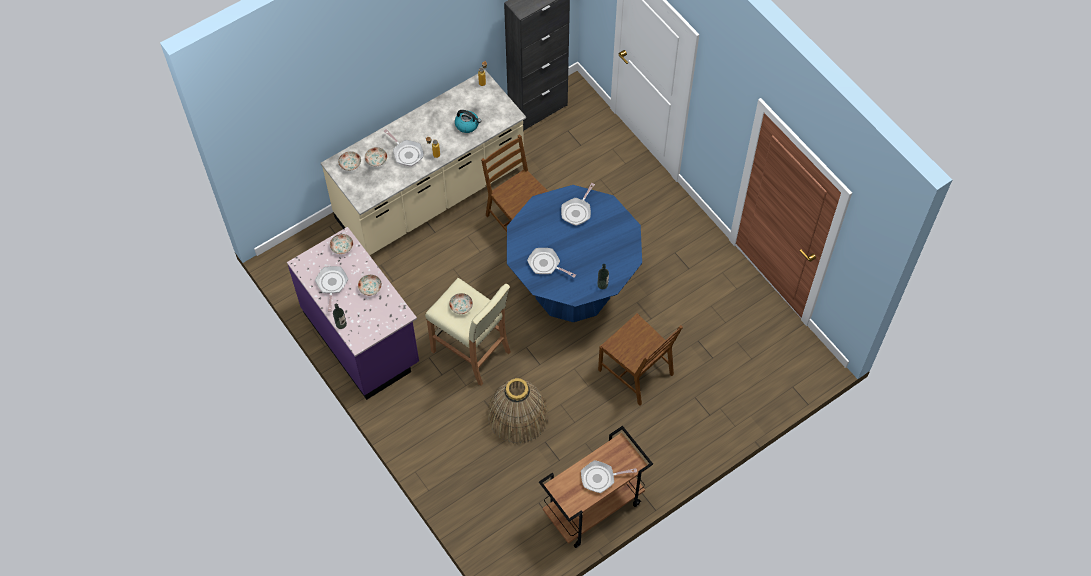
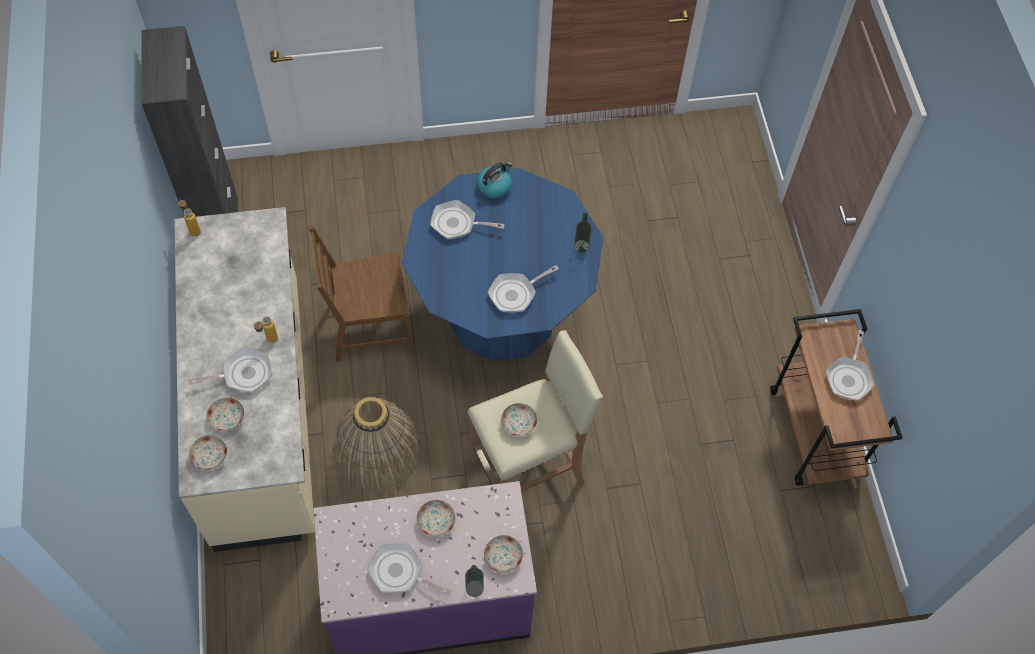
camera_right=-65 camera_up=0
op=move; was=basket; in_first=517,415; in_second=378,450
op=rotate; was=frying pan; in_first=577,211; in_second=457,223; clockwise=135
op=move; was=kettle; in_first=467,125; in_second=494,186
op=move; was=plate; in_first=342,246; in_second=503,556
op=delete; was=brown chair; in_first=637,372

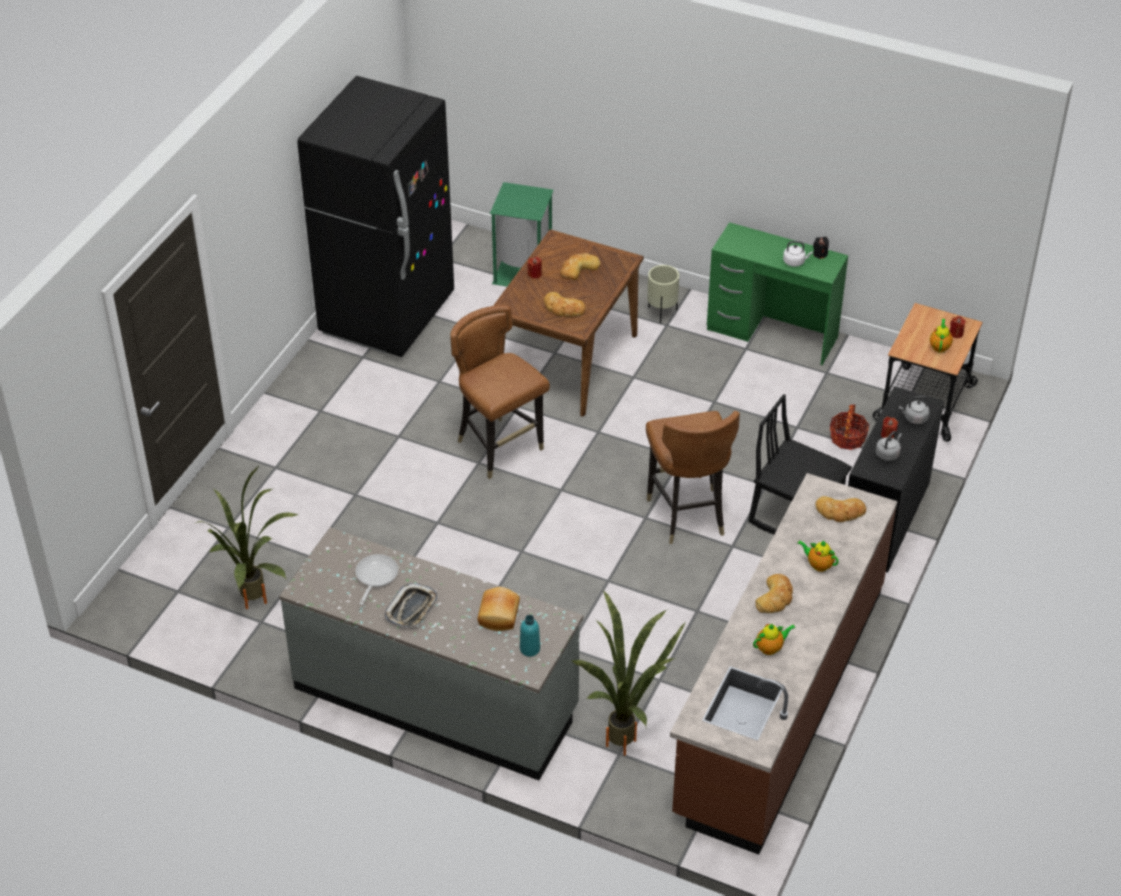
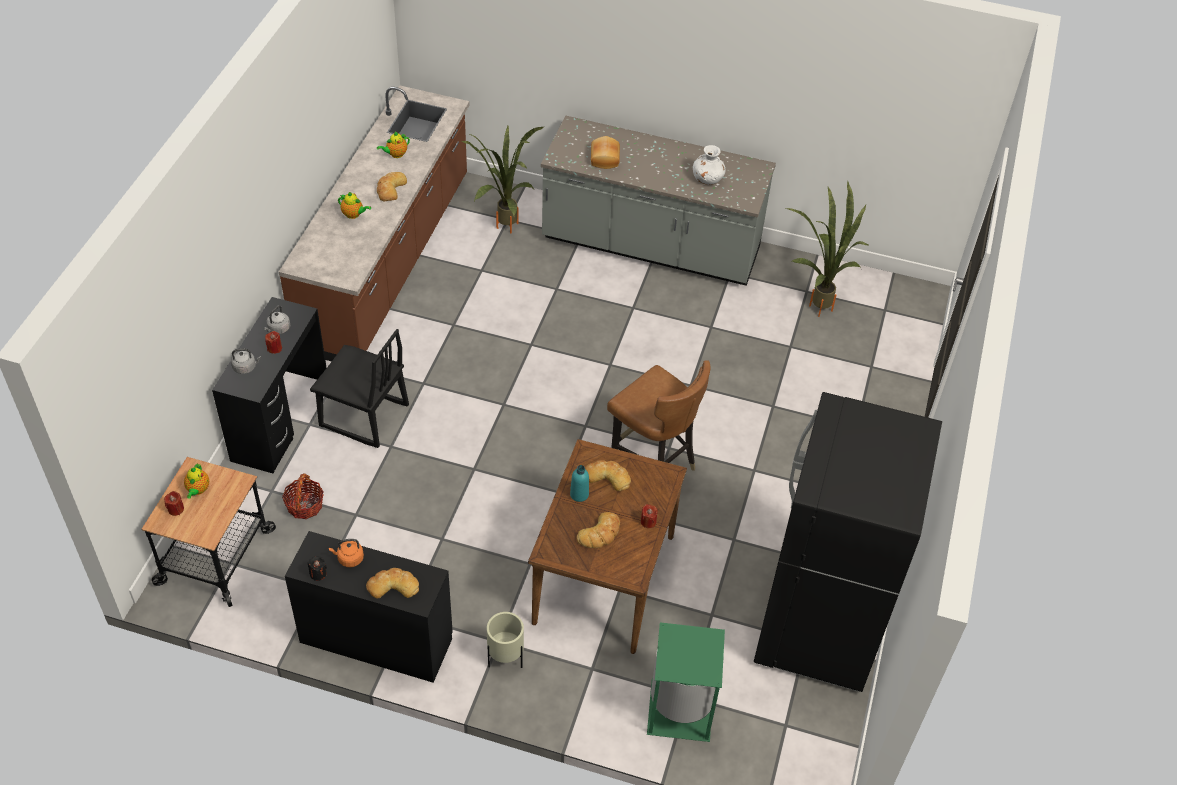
camera_right=170 camera_up=5
op=recolor; was=green desk; now=black desk; in_first=772,333; in_second=376,640
op=recolor; was=white kettle; now=orange kettle; in_first=795,262; in_second=349,559
op=move; was=bread; in_first=840,512; in_second=393,585
op=move; was=turquoise bottle; in_first=530,649; in_second=579,494
op=replace; was=frying pan; now=white vase; in_first=375,577; in_second=707,179
op=delete; was=tray; in_first=411,609
op=delete; was=brown chair; in_first=687,515

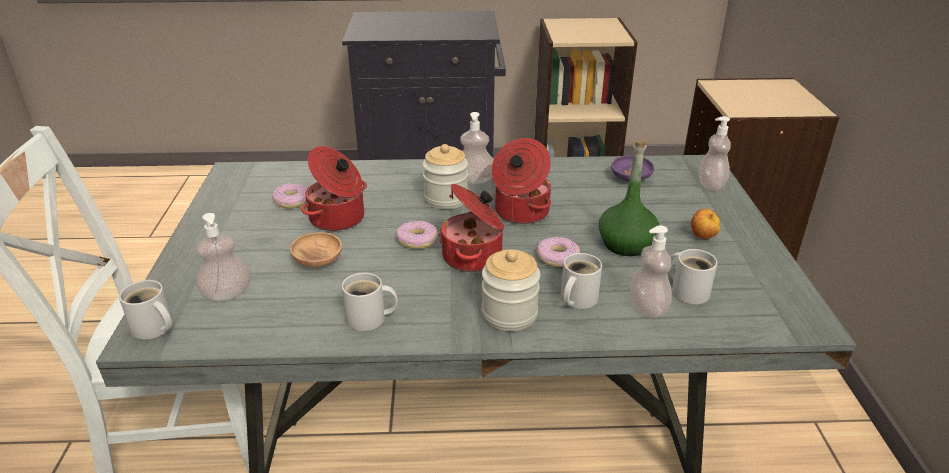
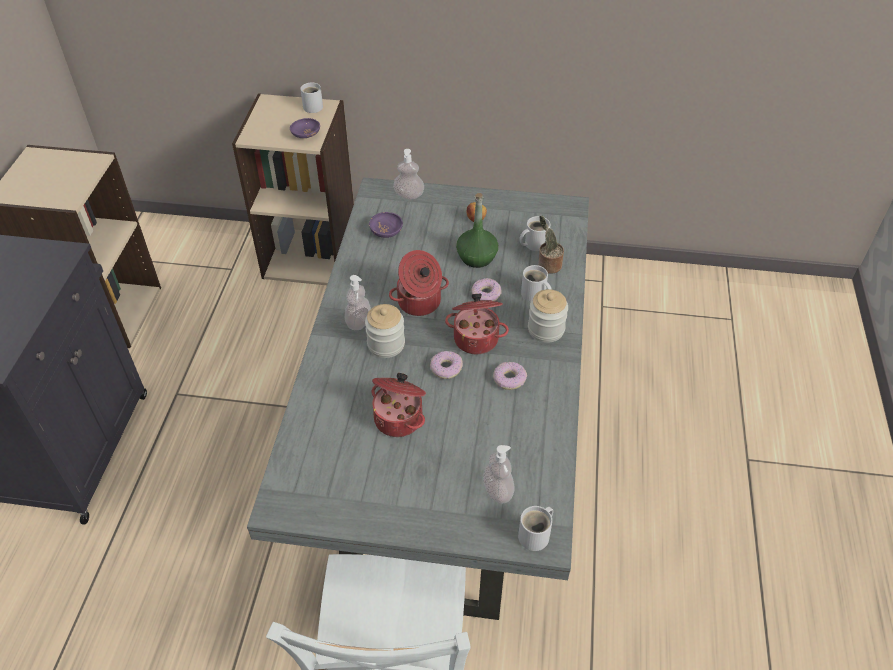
camera_right=-80 camera_up=15
op=insert; now=purple bowl; in_second=306,135
op=move; was=white mug; in_first=369,319; in_second=314,106
op=move; was=donut; in_first=292,201; in_second=509,379
op=replace; was=soap dispenser; now=potted plant; in_first=647,307; in_second=548,265
op=delete; was=brown bowl; in_first=318,261

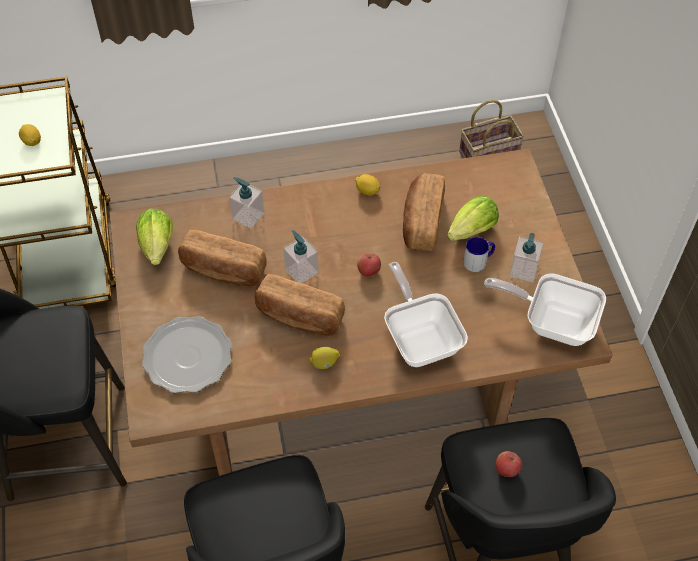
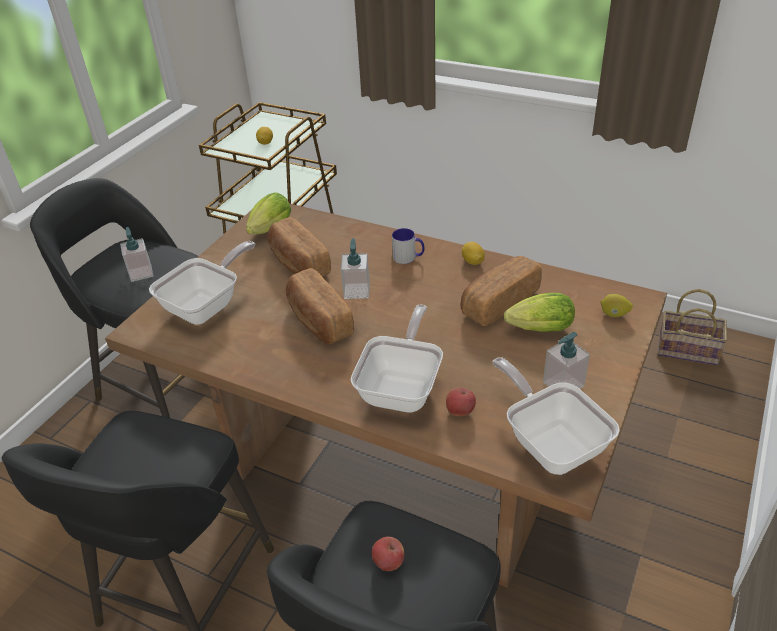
camera_right=40 camera_up=-15
op=move; was=soap dispenser; in_first=248,216; in_second=141,273
op=replace; was=plate; now=frying pan; in_first=188,356; in_second=208,305
op=move; was=mug; in_first=478,261; in_second=408,257
op=move; was=apple; in_first=368,271; in_second=460,411
op=move; was=lemon; in_first=324,363; in_second=614,314

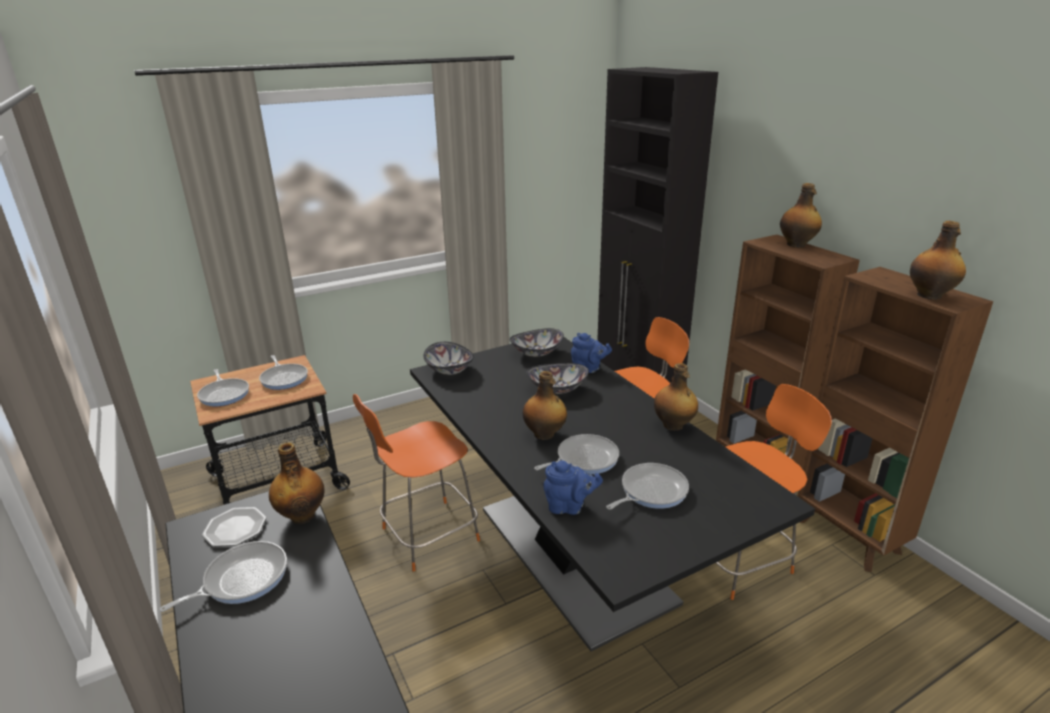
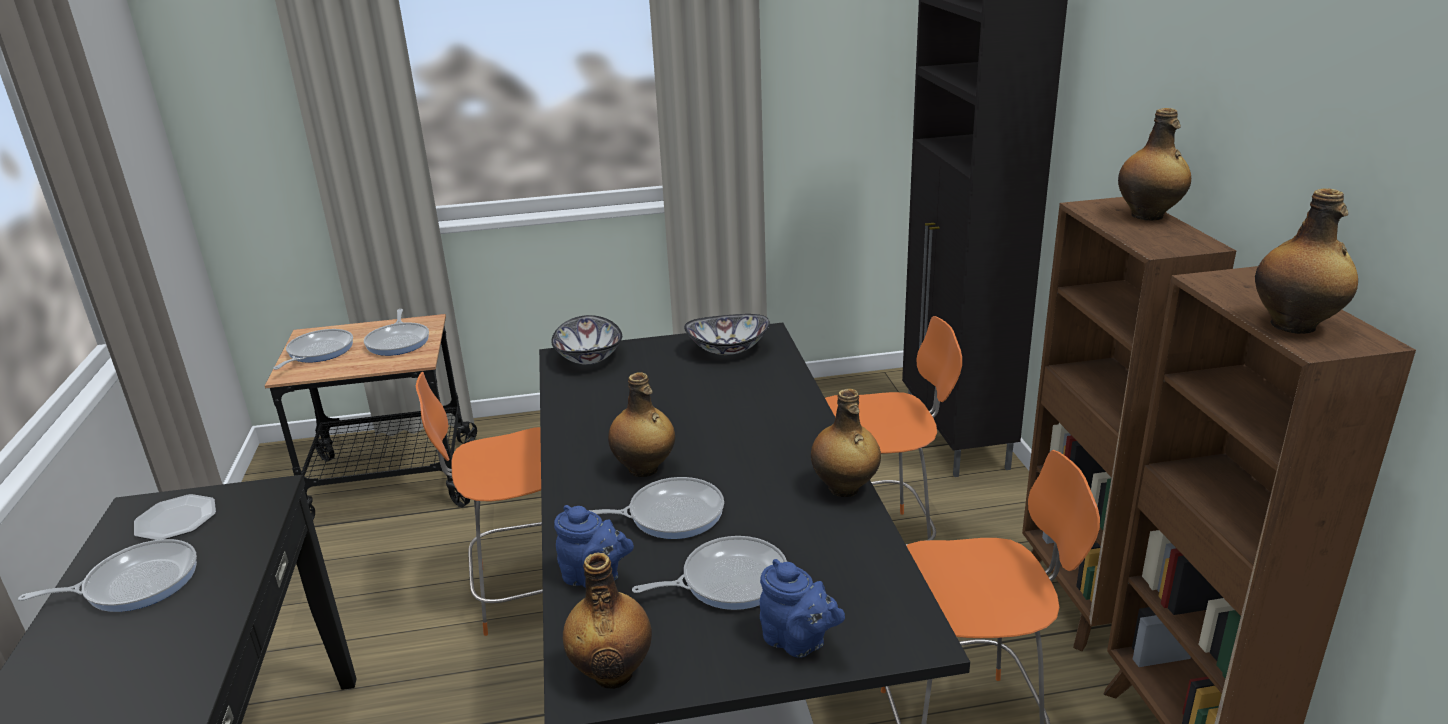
camera_right=20 camera_up=0
op=rotate; was=frying pan; in_first=224,394; in_second=318,352; clockwise=-150
op=move; was=bottle; in_first=302,515; in_second=613,672
op=move; was=blue teapot; in_first=588,369; in_second=798,642
op=delete; was=bowl; in_first=557,389

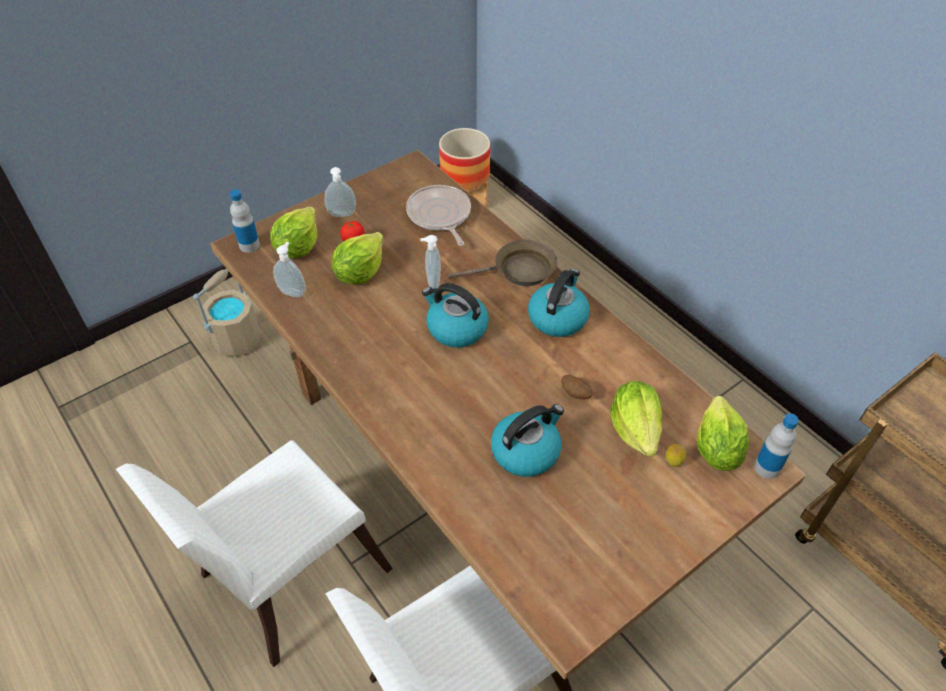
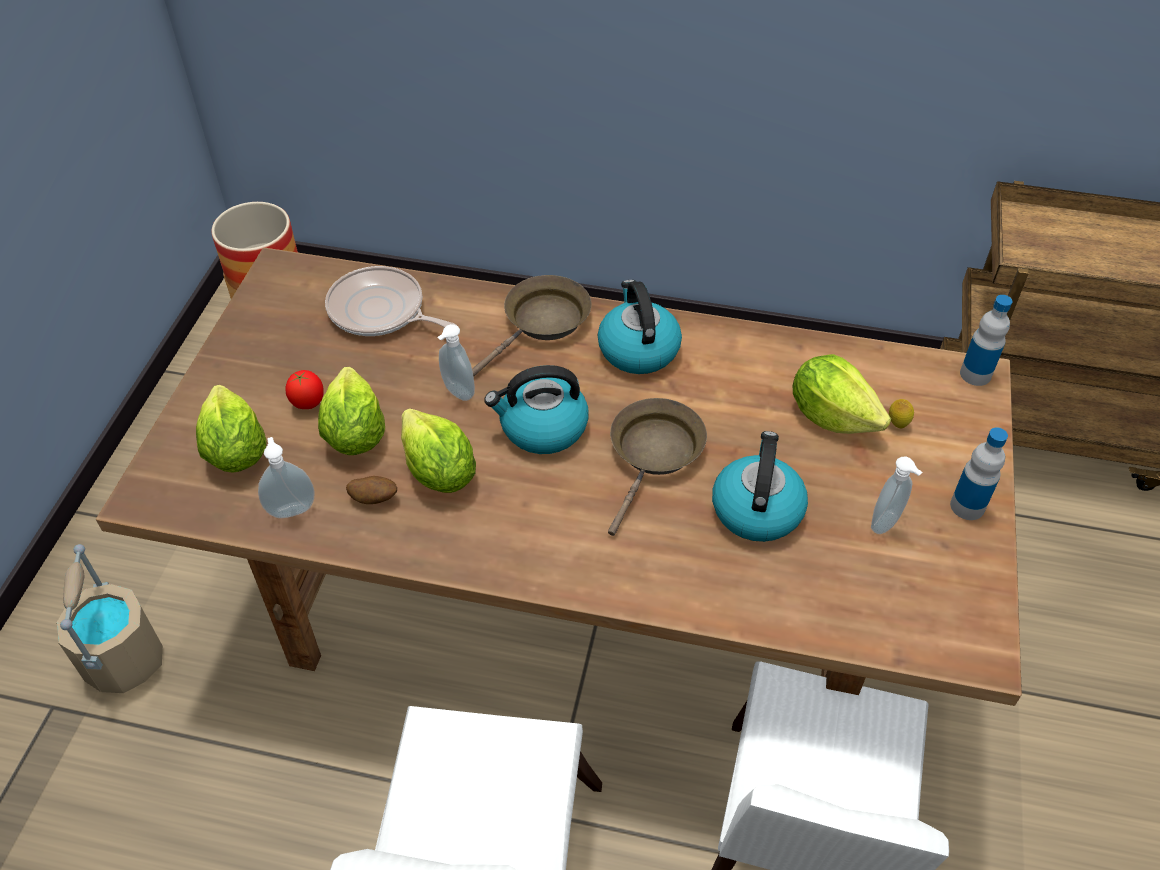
camera_right=-40 camera_up=0
op=move; was=potato; in_first=575,394; in_second=374,499
op=move; was=lettuce; in_first=715,449; in_second=438,472
op=insert; now=brown frying pan; in_second=654,454
op=move; was=soap dispenser; in_first=342,215; in_second=887,524
op=move; was=bottle; in_first=249,245; in_second=967,506

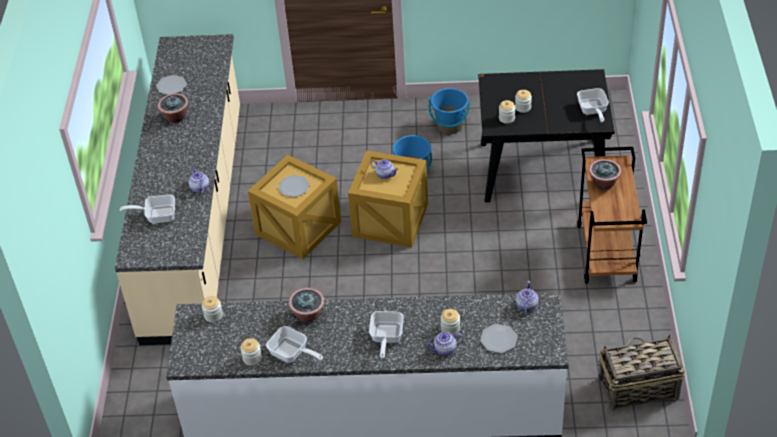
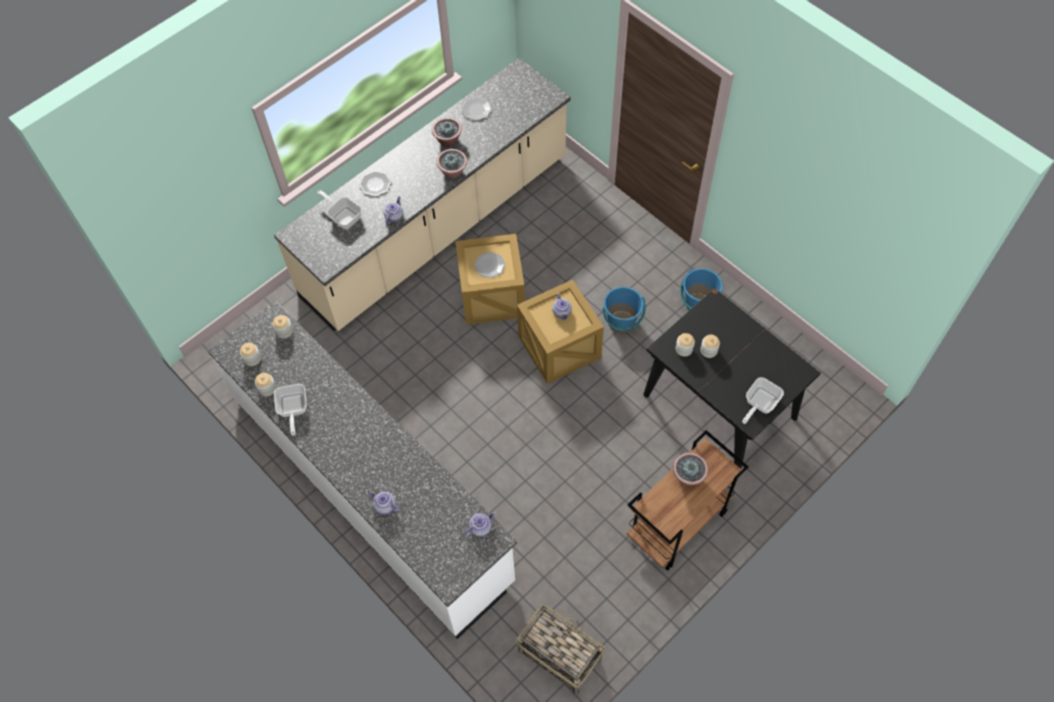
camera_right=45 camera_up=15
op=move; was=jar; in_first=450,328; in_second=252,358
op=move; was=plate; in_first=498,339; in_second=375,184
op=move; was=potted plant; in_first=308,315; in_second=453,172
op=delete; was=frying pan; in_first=386,338

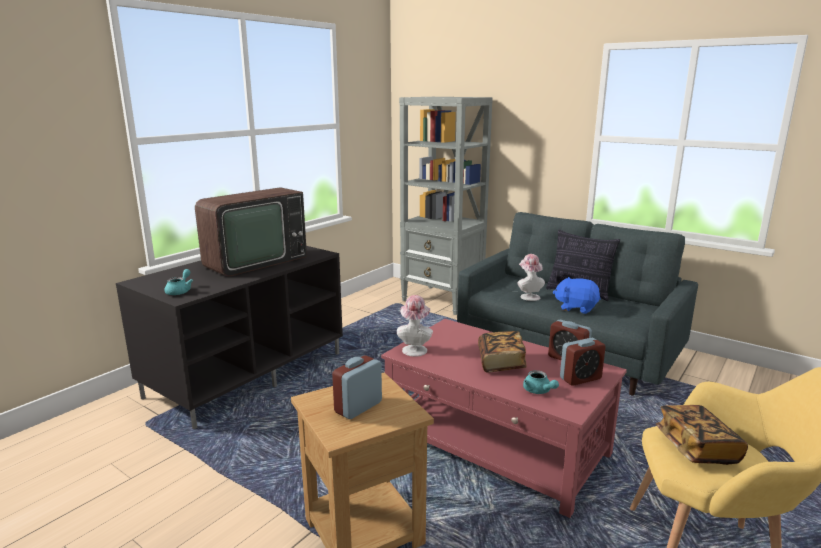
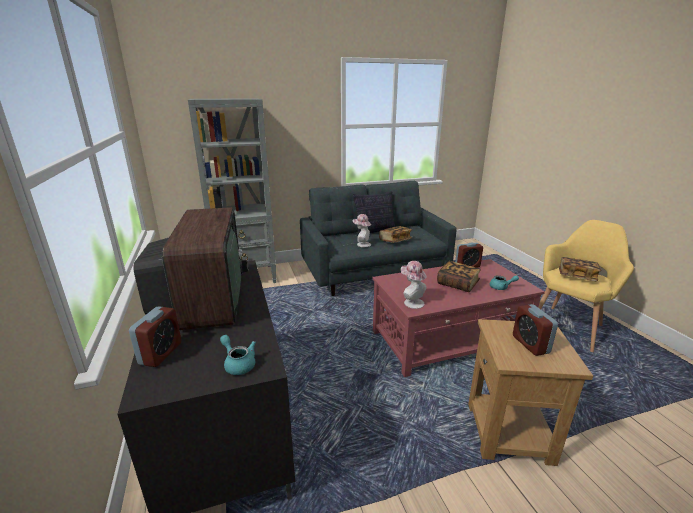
camera_right=-55 camera_up=5
op=move; was=alarm clock; in_first=580,378; in_second=161,353
op=replace; was=blue plush toy; now=book; in_first=576,308; in_second=395,240

